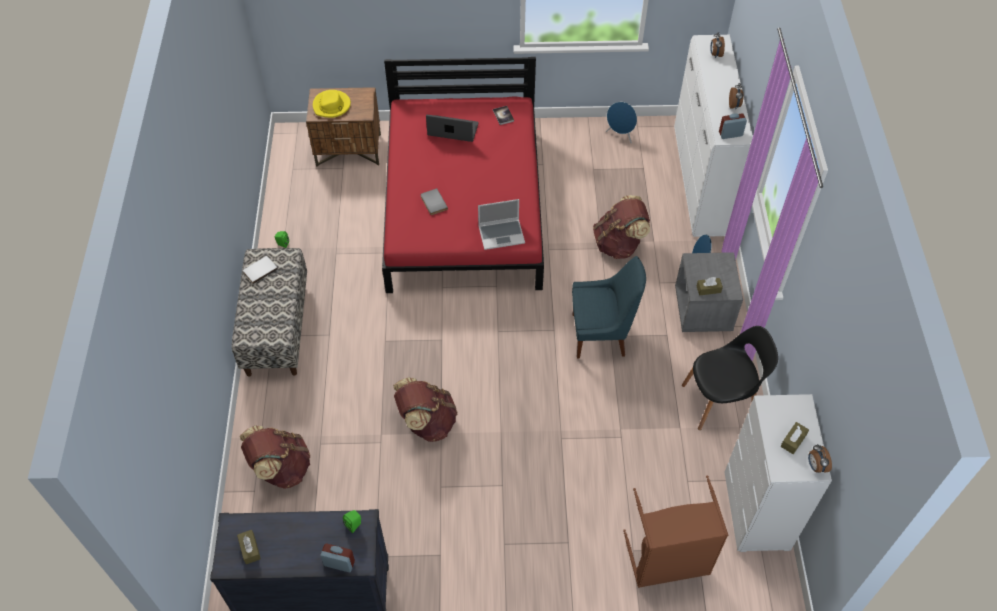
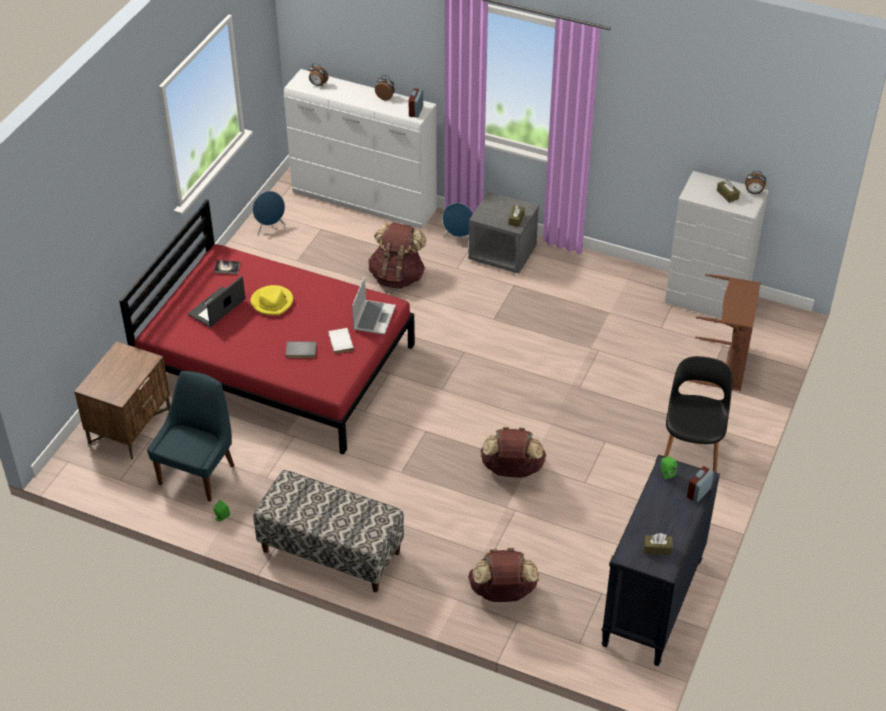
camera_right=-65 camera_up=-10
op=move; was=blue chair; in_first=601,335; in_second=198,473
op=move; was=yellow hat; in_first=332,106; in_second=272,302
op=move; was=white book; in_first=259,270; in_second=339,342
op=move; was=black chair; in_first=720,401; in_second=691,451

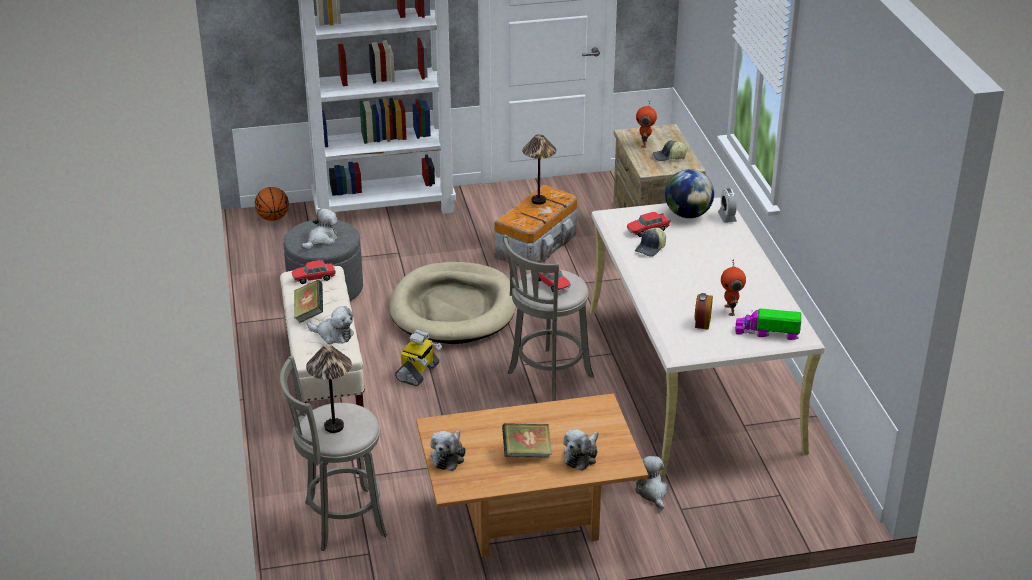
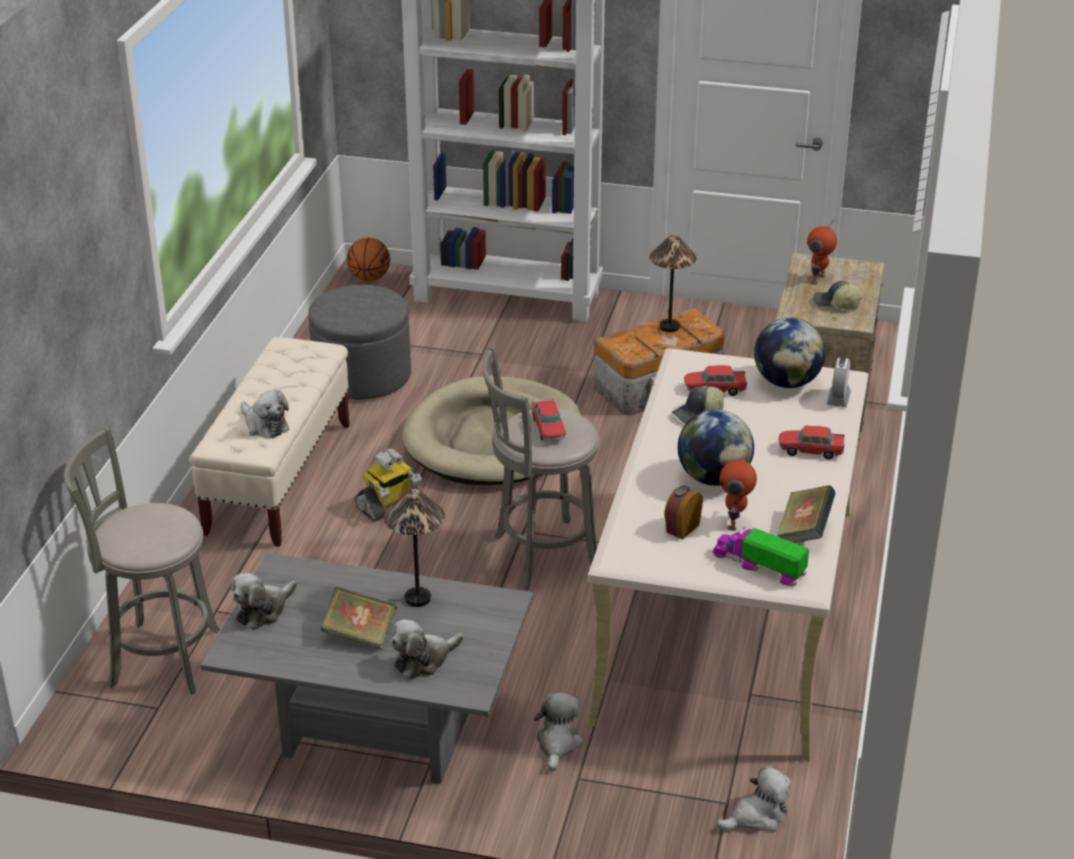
camera_right=25 camera_up=0
op=recolor; was=brown coffee table; now=grey coffee table; in_first=529,518; in_second=377,727
op=move; was=table lamp; in_first=334,426; in_second=418,598
op=insert; now=globe; in_second=713,478
op=move; was=plush toy; in_first=321,240; in_second=756,816
op=move; was=book; in_first=309,312; in_second=804,532
op=move; was=toy car; in_first=314,278; in_second=810,450

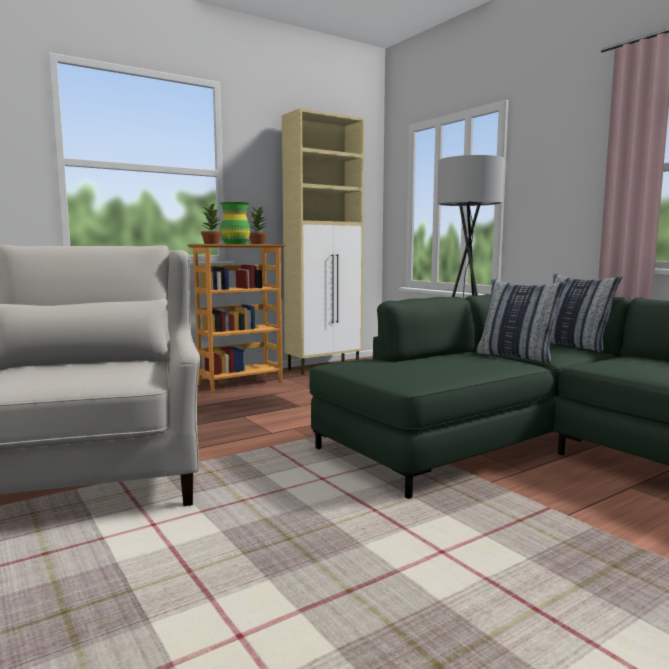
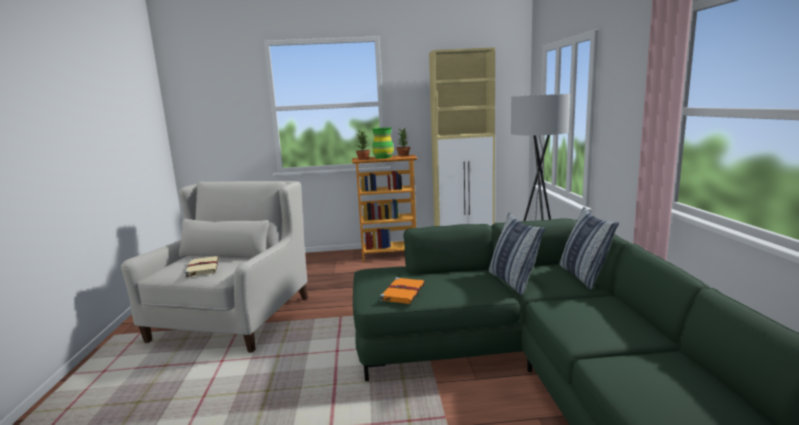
camera_right=30 camera_up=5
op=insert; now=beige book; in_second=202,268
op=insert; now=orange book; in_second=403,292

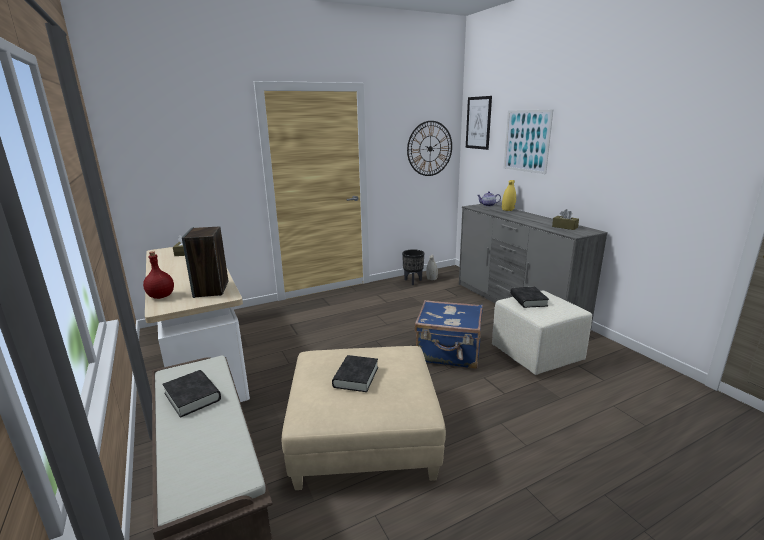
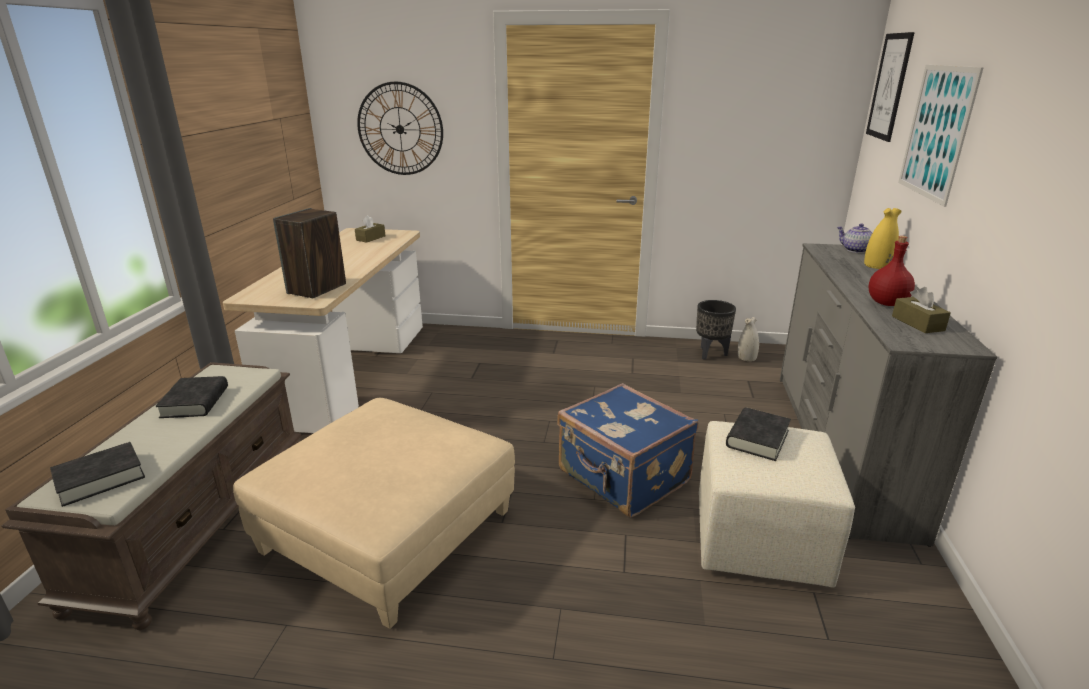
camera_right=35 camera_up=5
op=move; was=black book; in_first=356,377; in_second=100,478
op=move; was=wall clock; in_first=430,148; in_second=400,129
op=move; was=red bottle; in_first=161,296; in_second=886,303

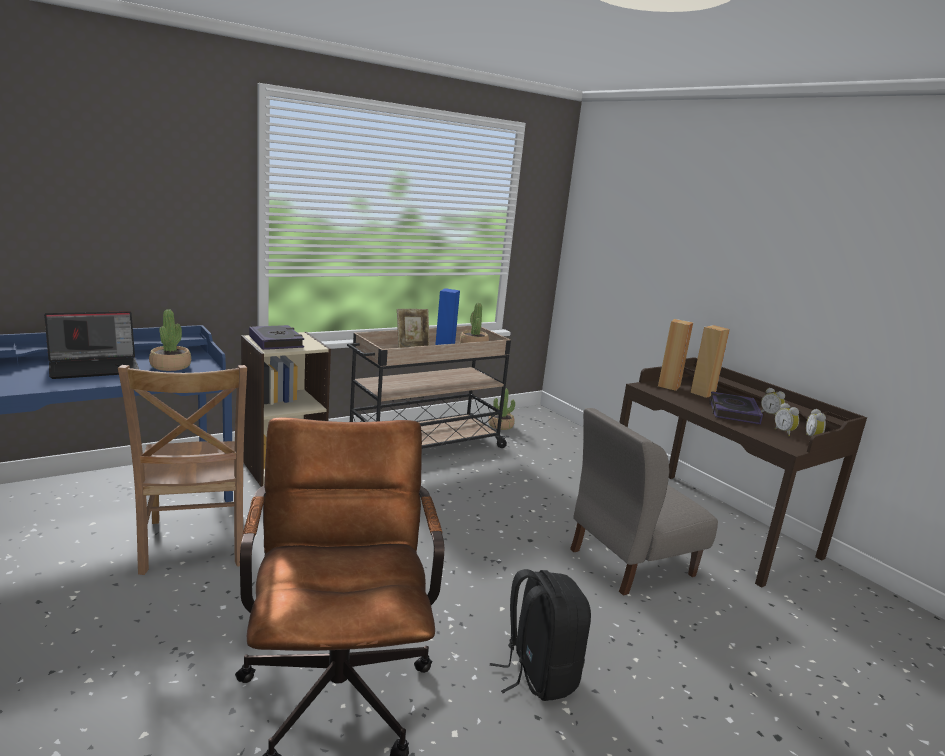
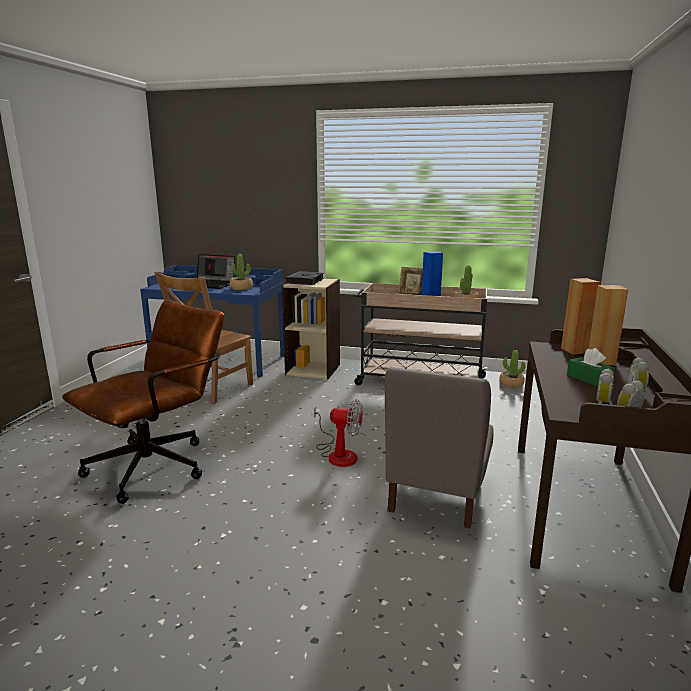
camera_right=50 camera_up=0
op=insert; now=fan; in_second=338,454
op=rotate; was=grey chair; in_first=630,562; in_second=436,495; clockwise=-90
op=replace; was=book; now=green tissue box; in_first=733,412; in_second=589,379
op=delete; was=black backpack; in_first=537,674

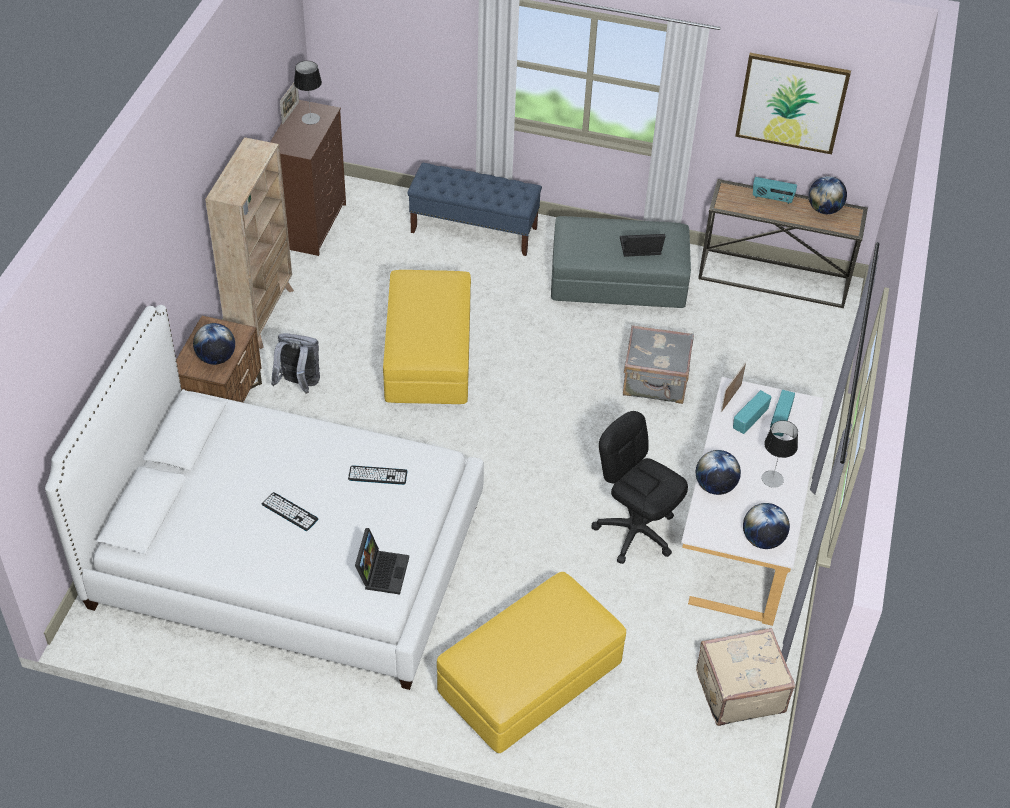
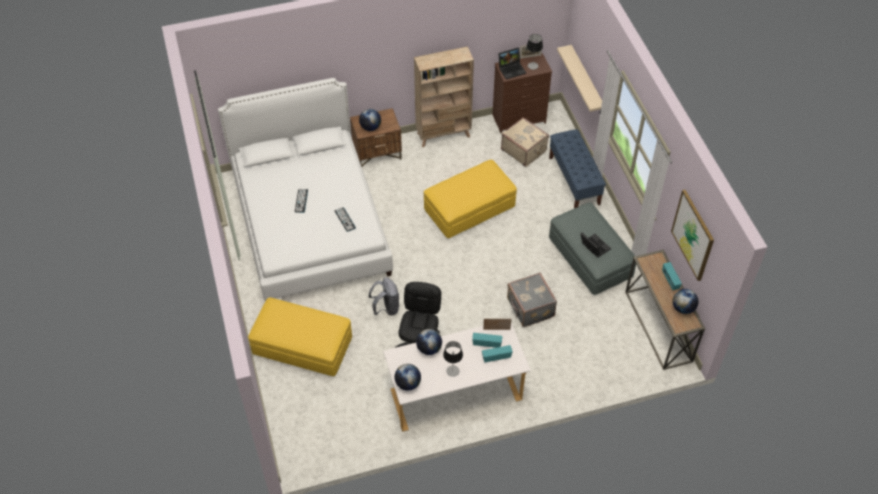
camera_right=60 camera_up=5
op=move; was=grey backpack; in_first=299,384; in_second=386,308
op=move; was=laptop; in_first=382,571; in_second=512,69
op=move; was=beige suitcase; in_first=739,690; in_second=524,150
op=insert; now=beige shelf; in_second=587,81

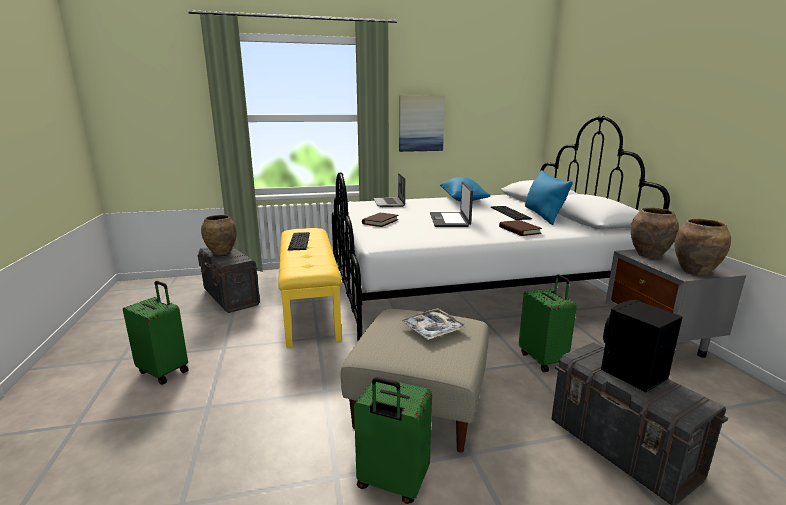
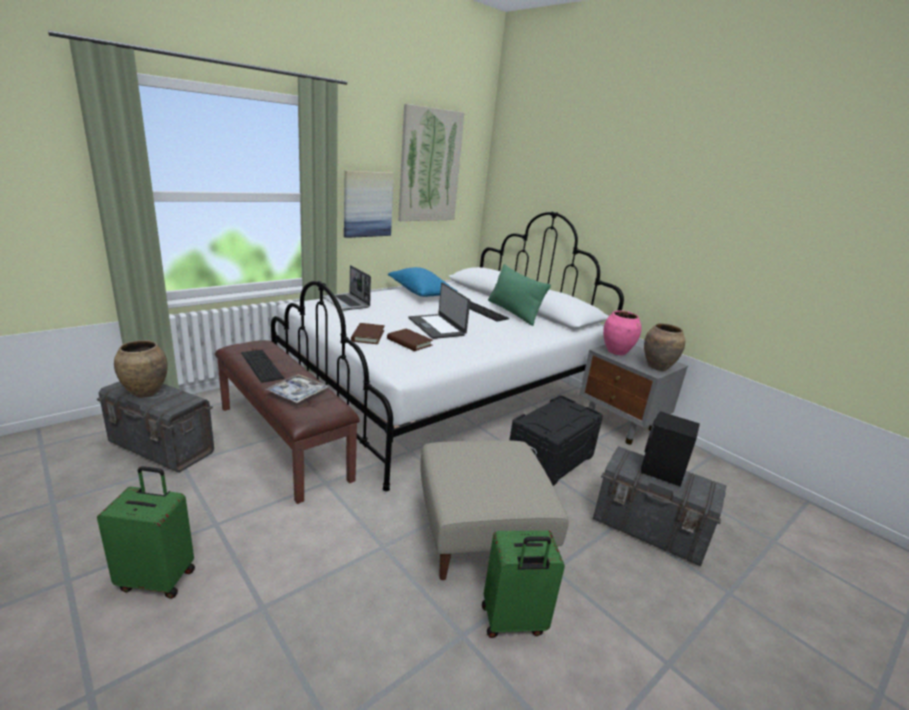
camera_right=-30 camera_up=5
op=recolor; was=yellow bench; now=brown bench; in_first=311,305; in_second=284,441
op=move; was=tray; in_first=432,329; in_second=297,393
op=move; was=brown book; in_first=519,230; in_second=409,342
op=insert; now=picture; in_second=429,166
op=recolor; was=blue pillow; now=green pillow; in_first=543,215; in_second=513,312
op=replace; was=green suitcase; now=black storage box; in_first=543,359; in_second=551,459
op=recolor; was=brown vase; now=pink vase; in_first=649,255; in_second=616,352

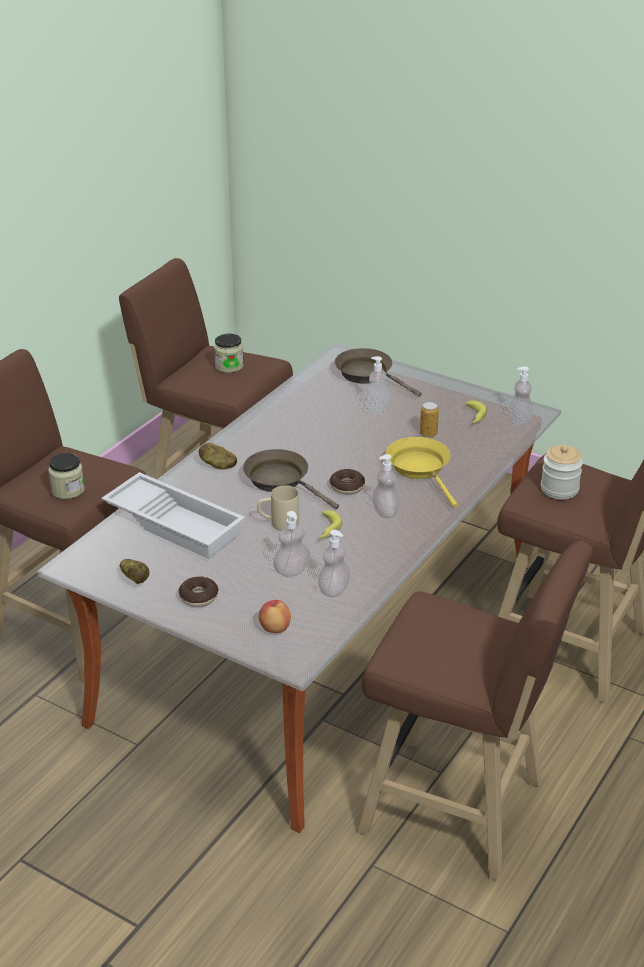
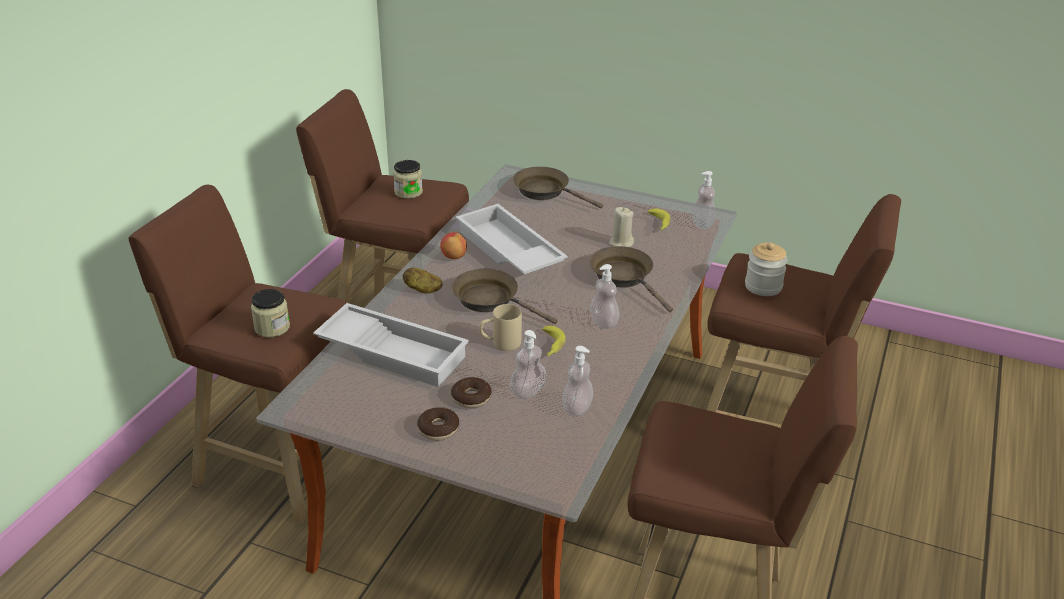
camera_right=-10 camera_up=0
op=move; was=apple; in_first=275,628; in_second=453,256
op=move; was=donut; in_first=347,486; in_second=471,398
op=insert; now=white tray; in_second=507,250
op=recolor; was=yellow frying pan; now=brown frying pan; in_first=421,469; in_second=625,277
op=replace; was=can; now=beige candle; in_first=428,434; in_second=621,243
op=delete; was=potato; in_first=135,579
op=delete; was=soap dispenser; in_first=376,410

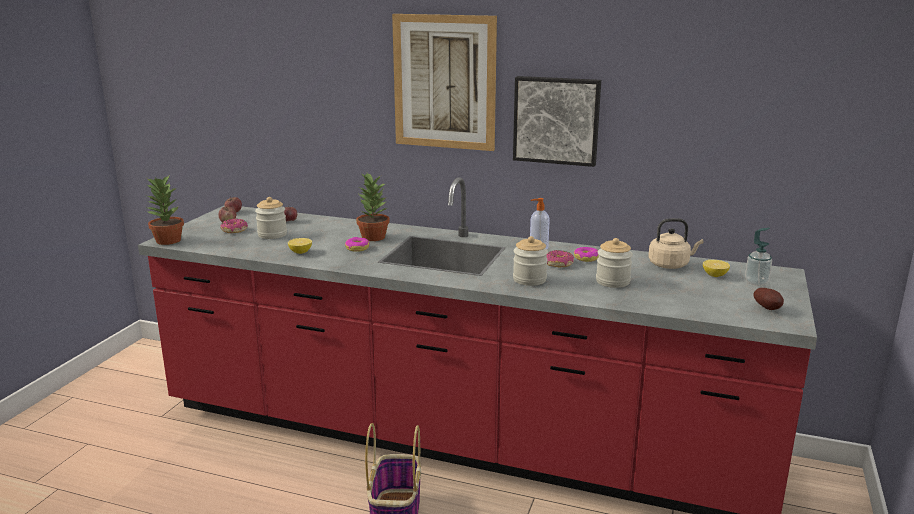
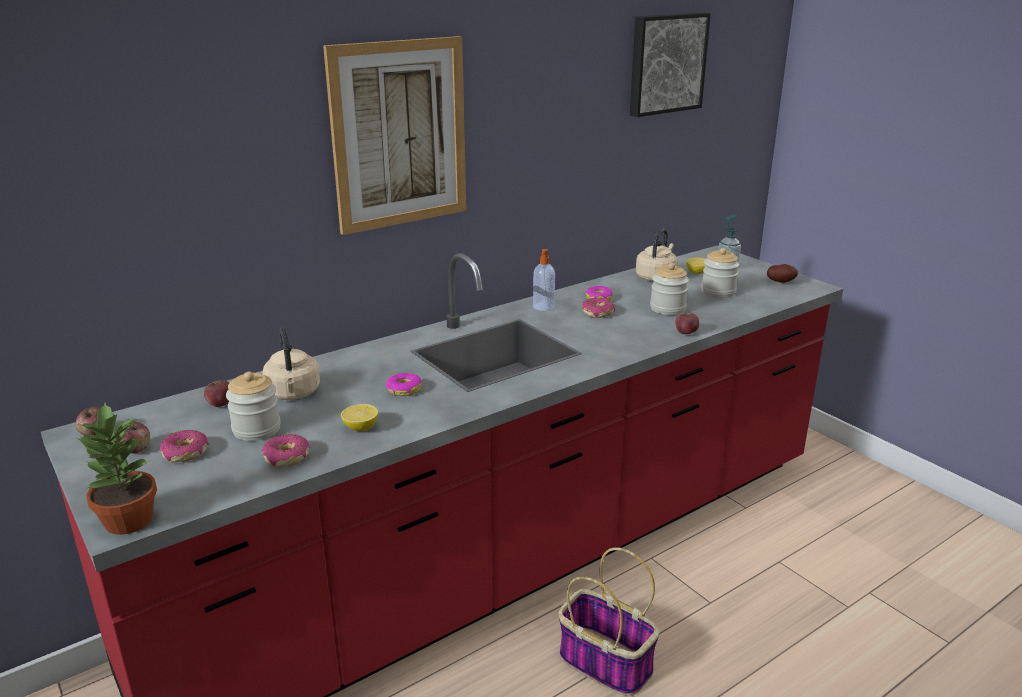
camera_right=-55 camera_up=5
op=insert; now=beige kettle; in_second=293,394
op=insert; now=donut; in_second=287,457
op=move; was=picture; in_first=556,120; in_second=666,63
op=insert; now=apple; in_second=686,333
op=move; was=jar; in_first=529,279; in_second=718,292
op=delete; was=potted plant; in_first=373,237

